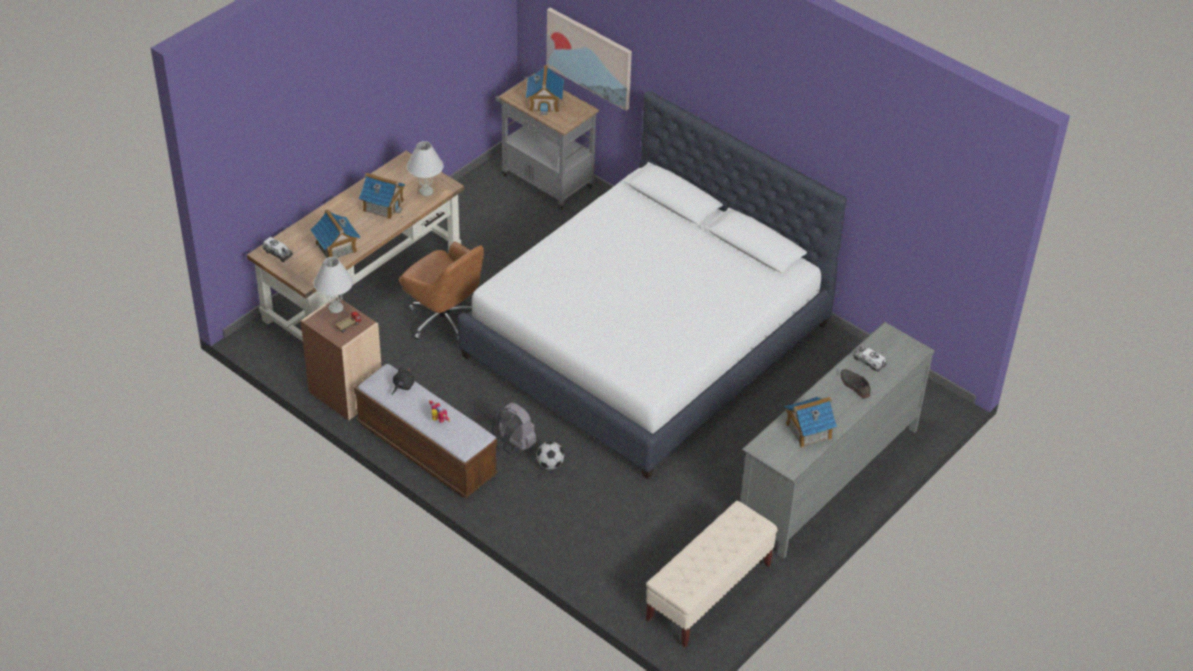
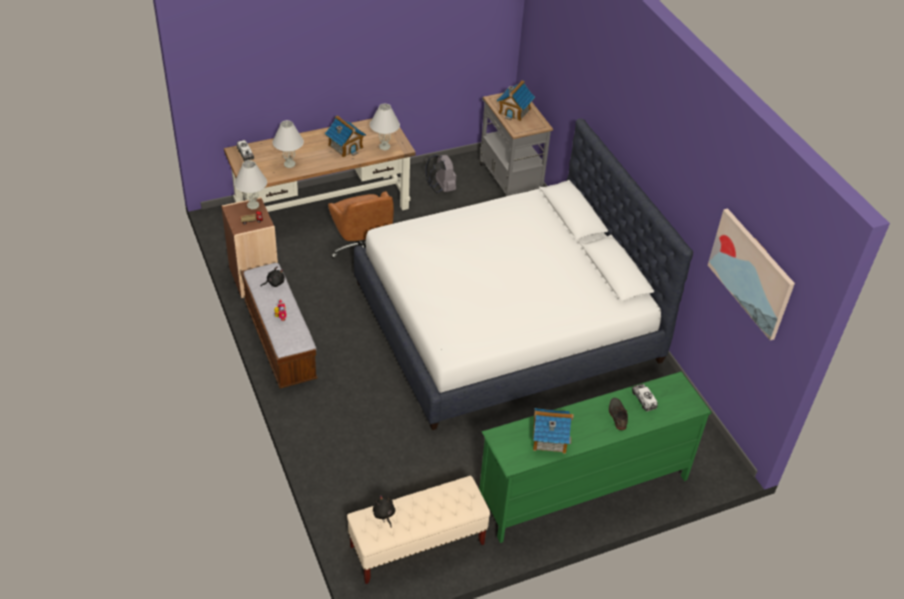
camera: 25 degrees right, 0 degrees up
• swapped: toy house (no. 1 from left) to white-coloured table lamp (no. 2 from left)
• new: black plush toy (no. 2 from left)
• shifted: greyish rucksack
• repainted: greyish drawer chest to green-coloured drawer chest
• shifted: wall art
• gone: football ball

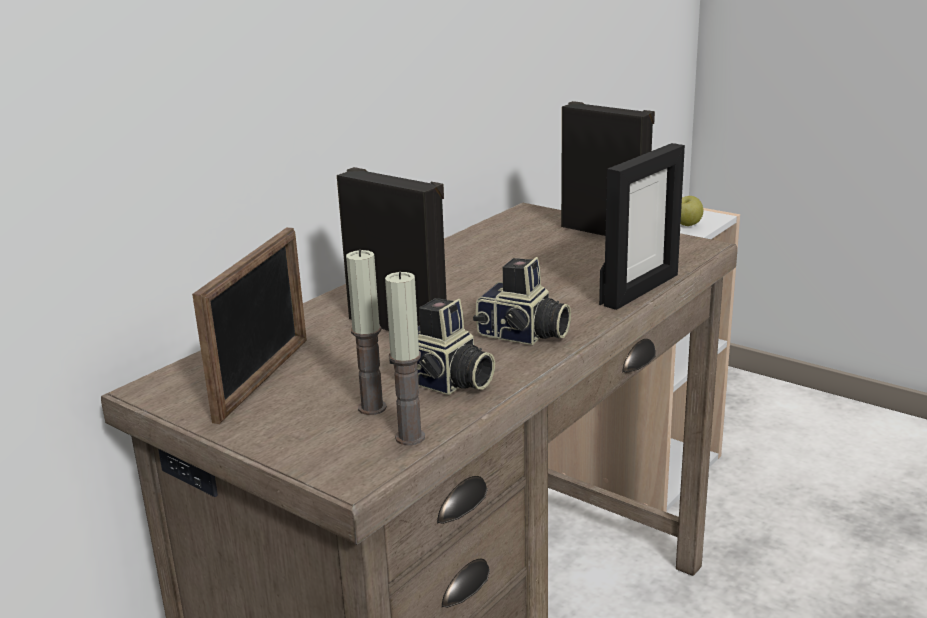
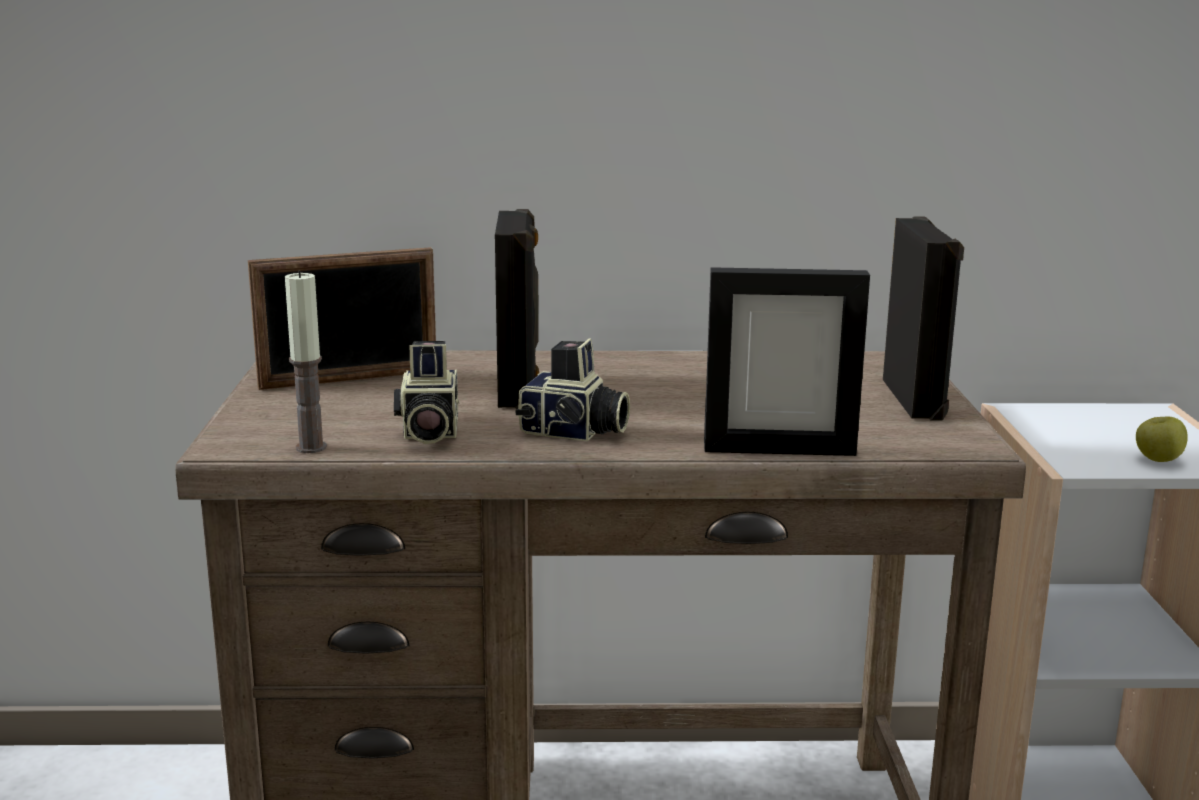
camera: 50 degrees right, 5 degrees down
• rotated: still camera (no. 2 from left) 60 degrees counterclockwise
• gone: wax candle (no. 1 from left)

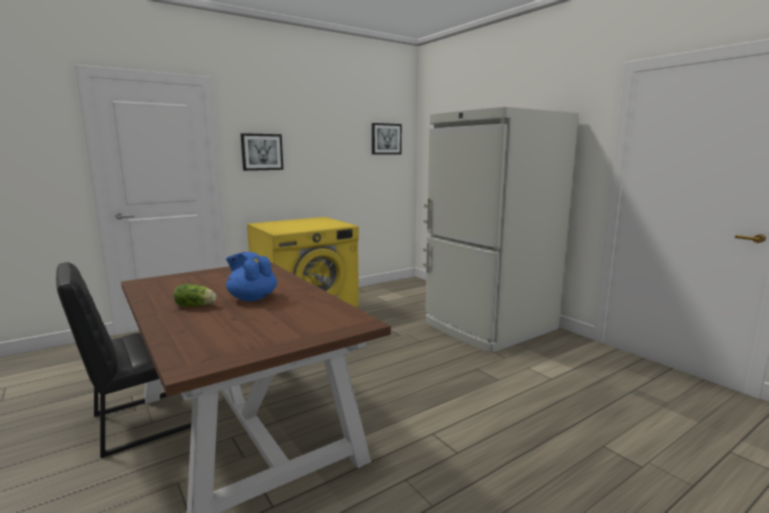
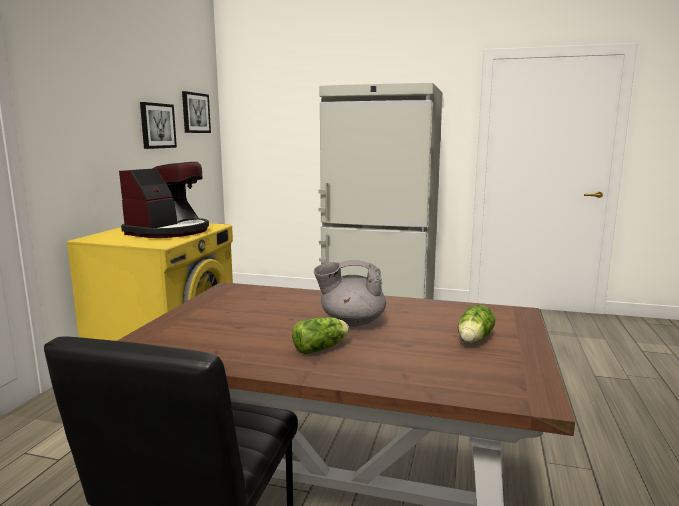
camera: 40 degrees left, 0 degrees up
• new: coffee machine
• shifted: wall art (no. 1 from left)
• repainted: bluish tea pot to greyish tea pot
• new: lettuce head (no. 2 from left)

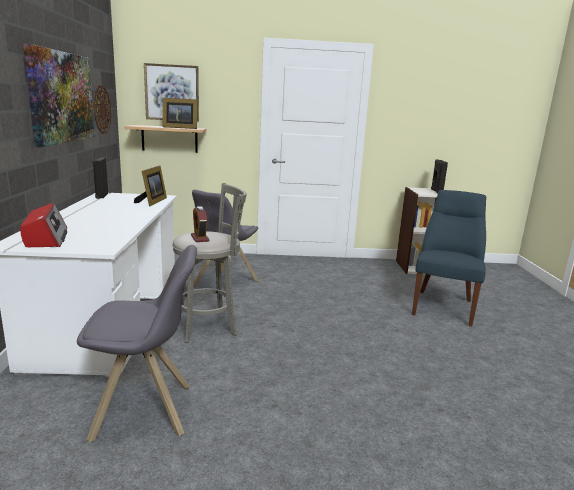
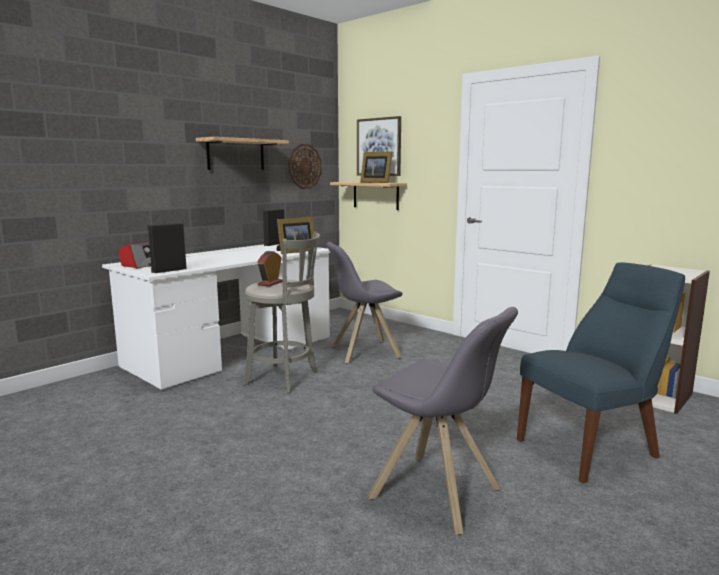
camera: 45 degrees right, 5 degrees down
• shifted: black audio speaker (no. 2 from left in the first image) to black audio speaker (no. 1 from left)
• swapped: wall art (no. 1 from left) to wall shelf (no. 1 from left)
• shifted: greyish chair (no. 1 from left in the first image) to greyish chair (no. 2 from left)

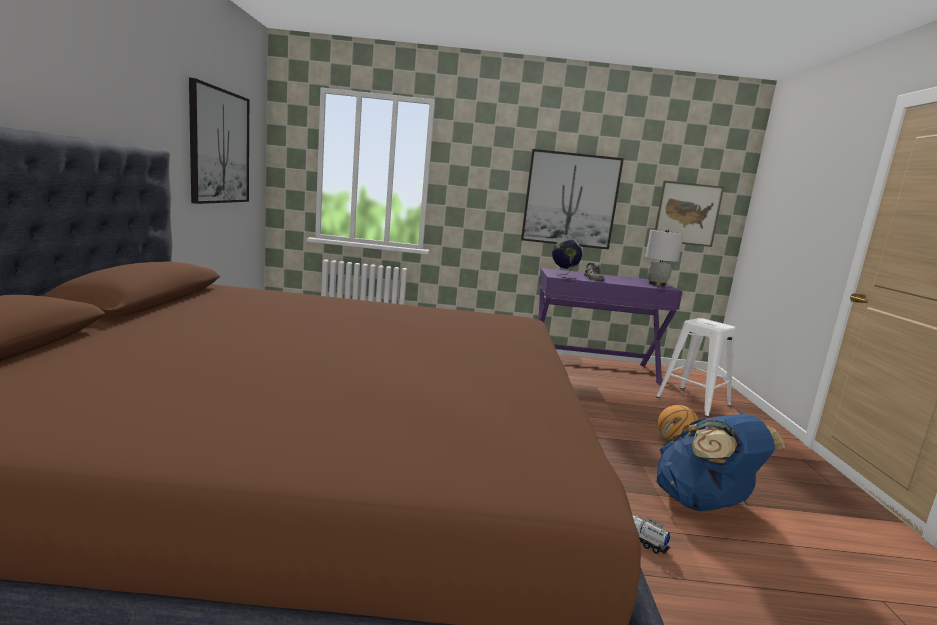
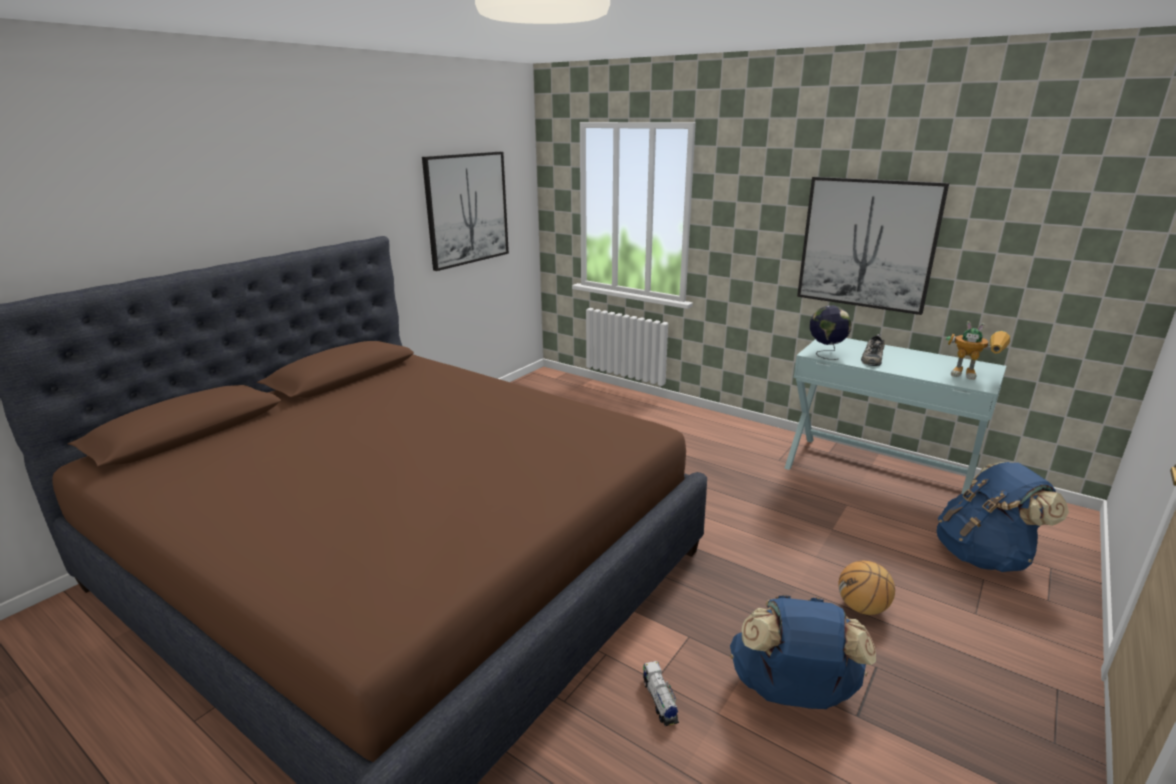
camera: 35 degrees right, 10 degrees up
• repainted: purple-coloured desk unit to blue-green desk unit
• swapped: white-coloured stool seat to bluish rucksack (no. 2 from left)
• swapped: white-coloured table lamp to robot figure
• gone: wall art (no. 3 from left)

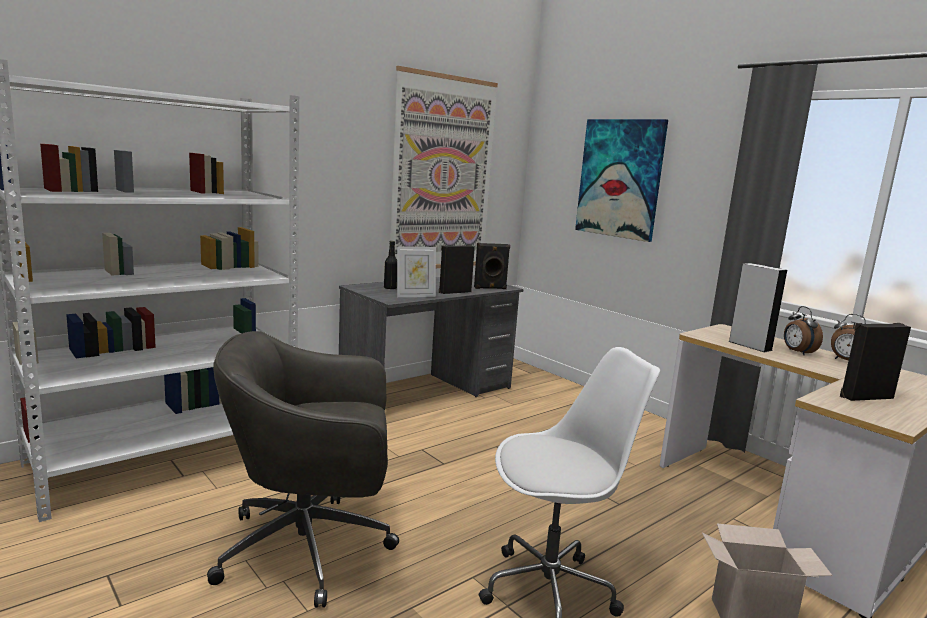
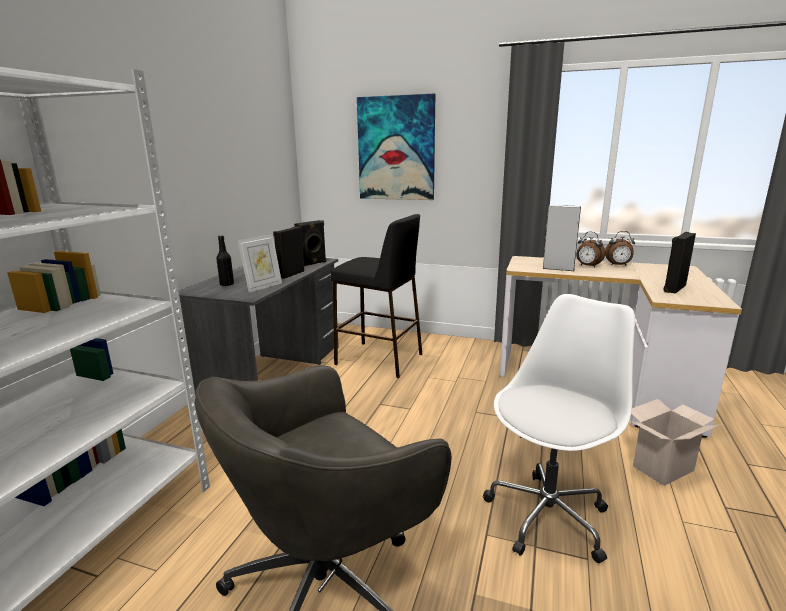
camera: 30 degrees left, 5 degrees up
• new: black stool seat
• gone: wall art (no. 1 from left)

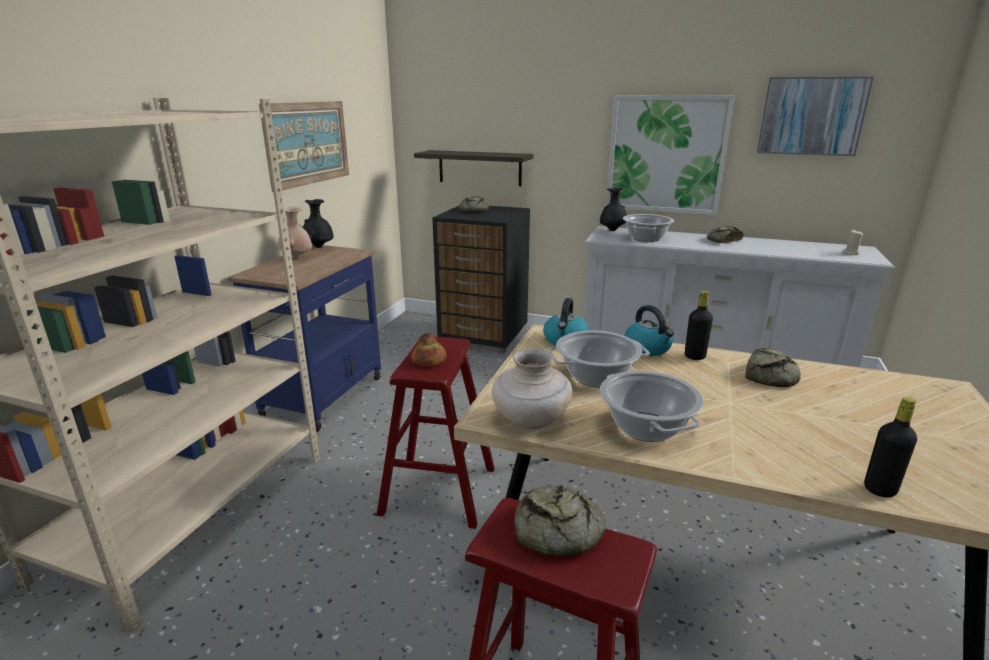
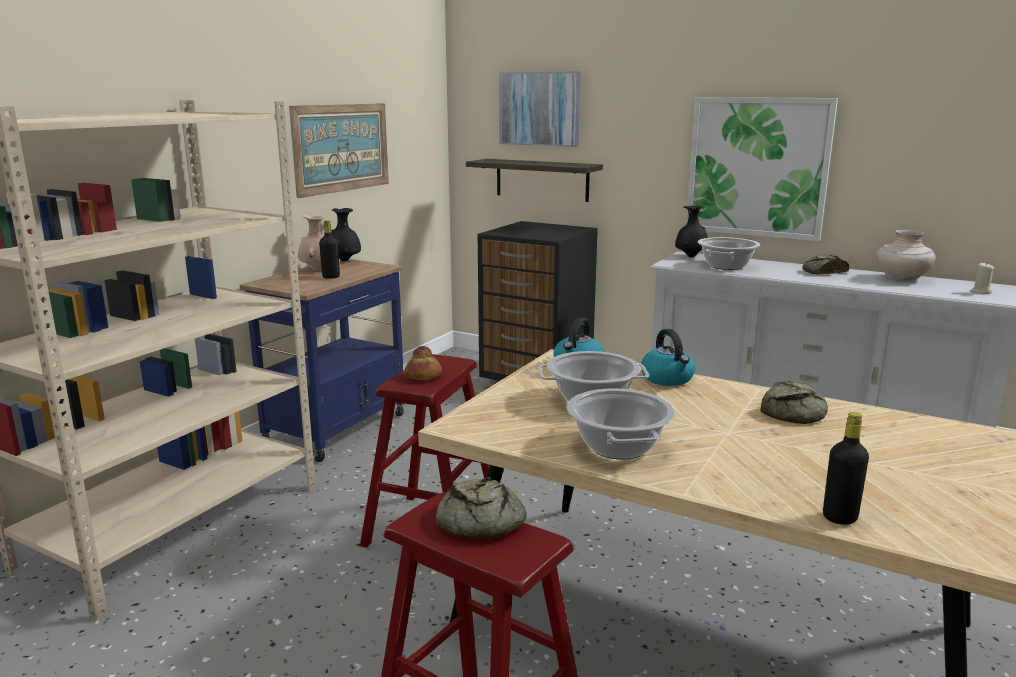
camera: 10 degrees right, 5 degrees down
• shifted: black drink bottle (no. 1 from left)
• shifted: wall art (no. 3 from left in the first image) to wall art (no. 2 from left)
• shifted: beige-coloured decorative vase (no. 2 from left)
• gone: bread (no. 2 from left)

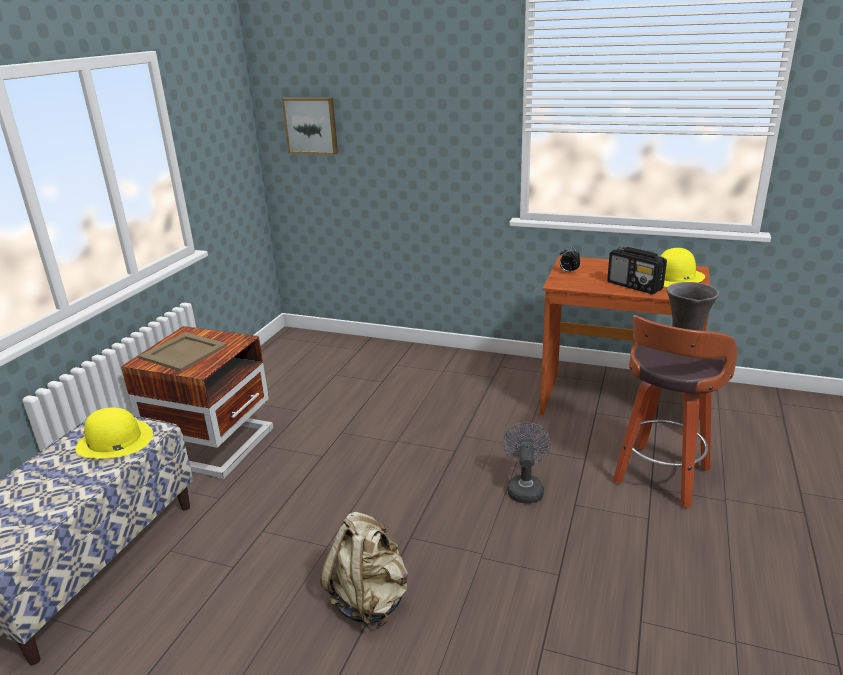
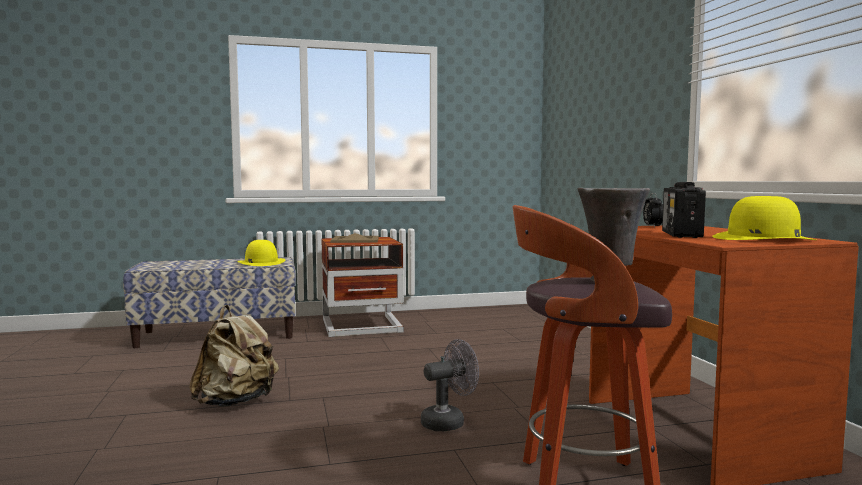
camera: 55 degrees right, 20 degrees down
• gone: wall art

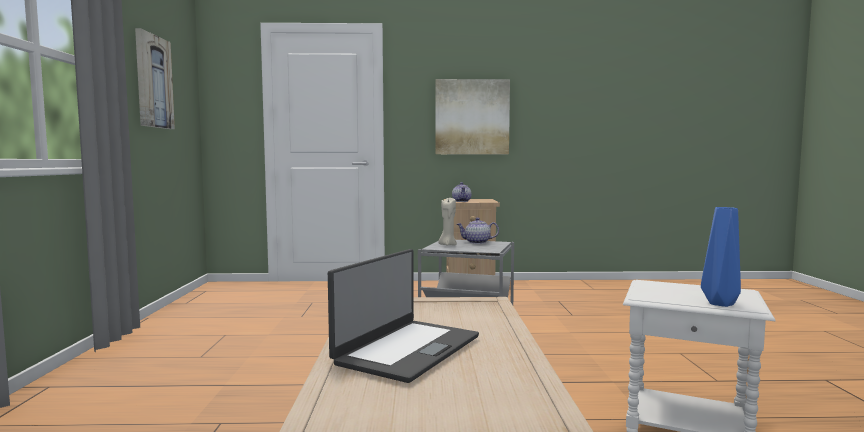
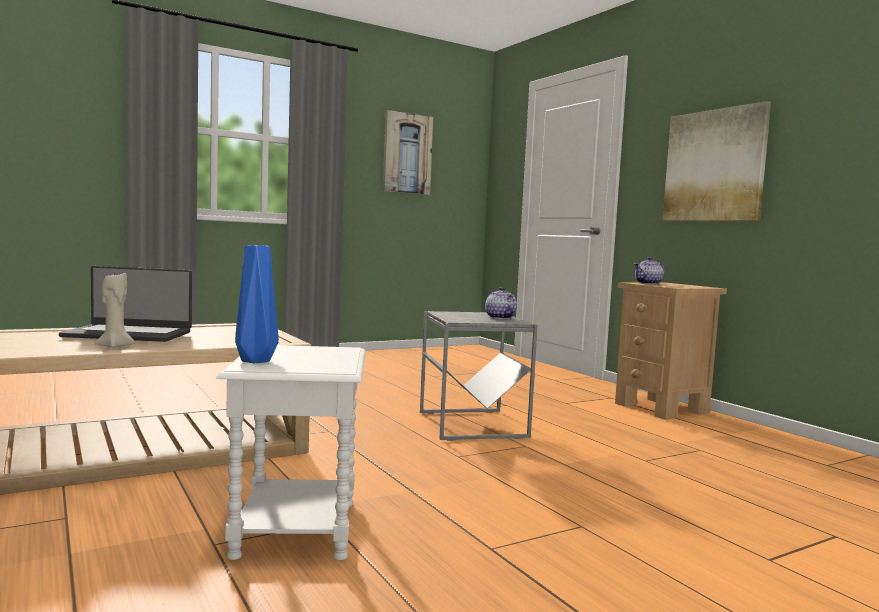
camera: 60 degrees right, 0 degrees up
• shifted: beige-coloured wax candle

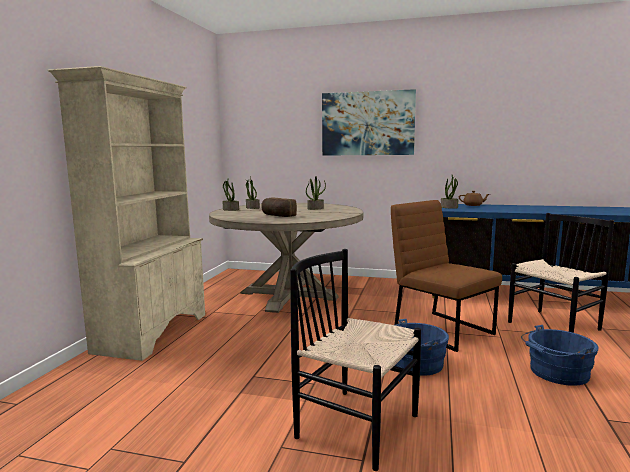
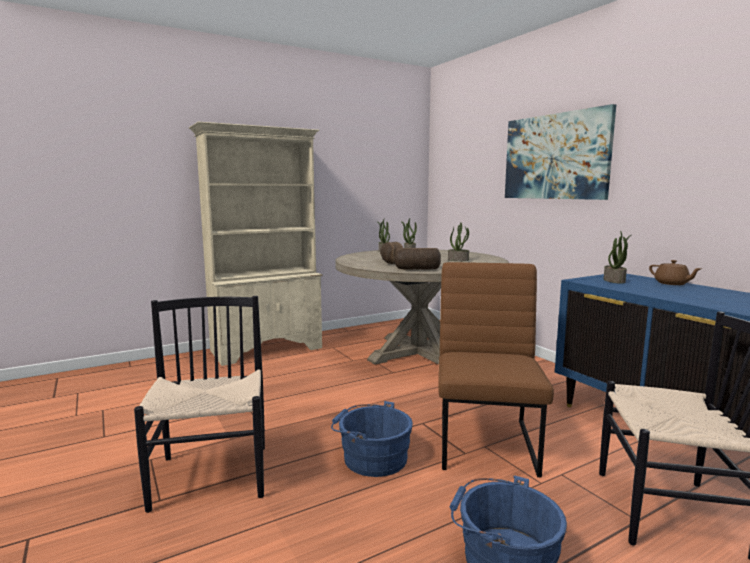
camera: 45 degrees right, 0 degrees up
• new: bread (no. 2 from left)

